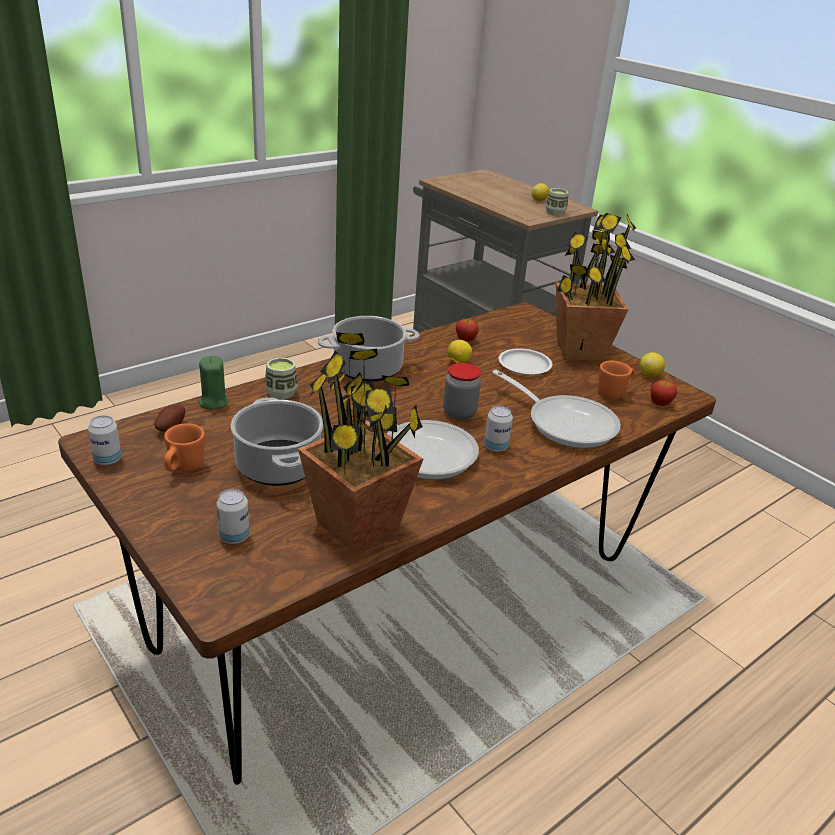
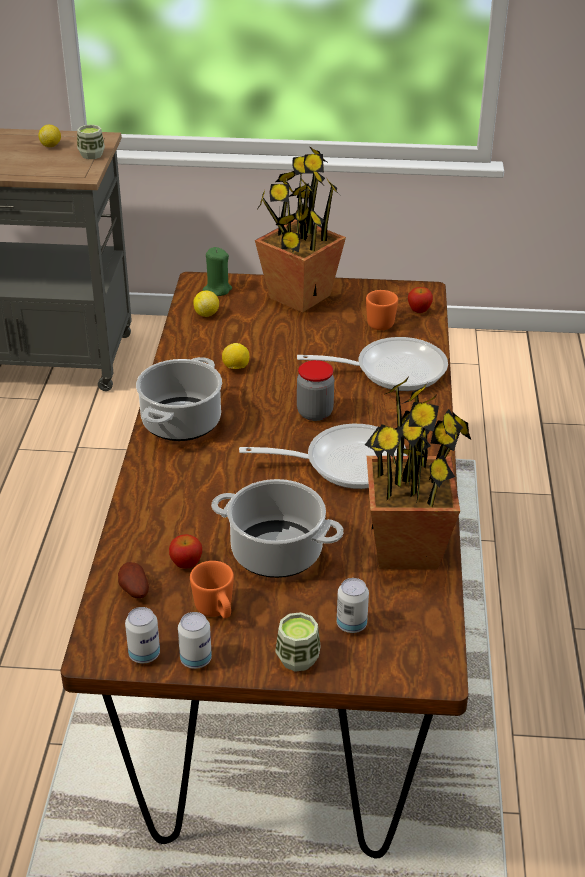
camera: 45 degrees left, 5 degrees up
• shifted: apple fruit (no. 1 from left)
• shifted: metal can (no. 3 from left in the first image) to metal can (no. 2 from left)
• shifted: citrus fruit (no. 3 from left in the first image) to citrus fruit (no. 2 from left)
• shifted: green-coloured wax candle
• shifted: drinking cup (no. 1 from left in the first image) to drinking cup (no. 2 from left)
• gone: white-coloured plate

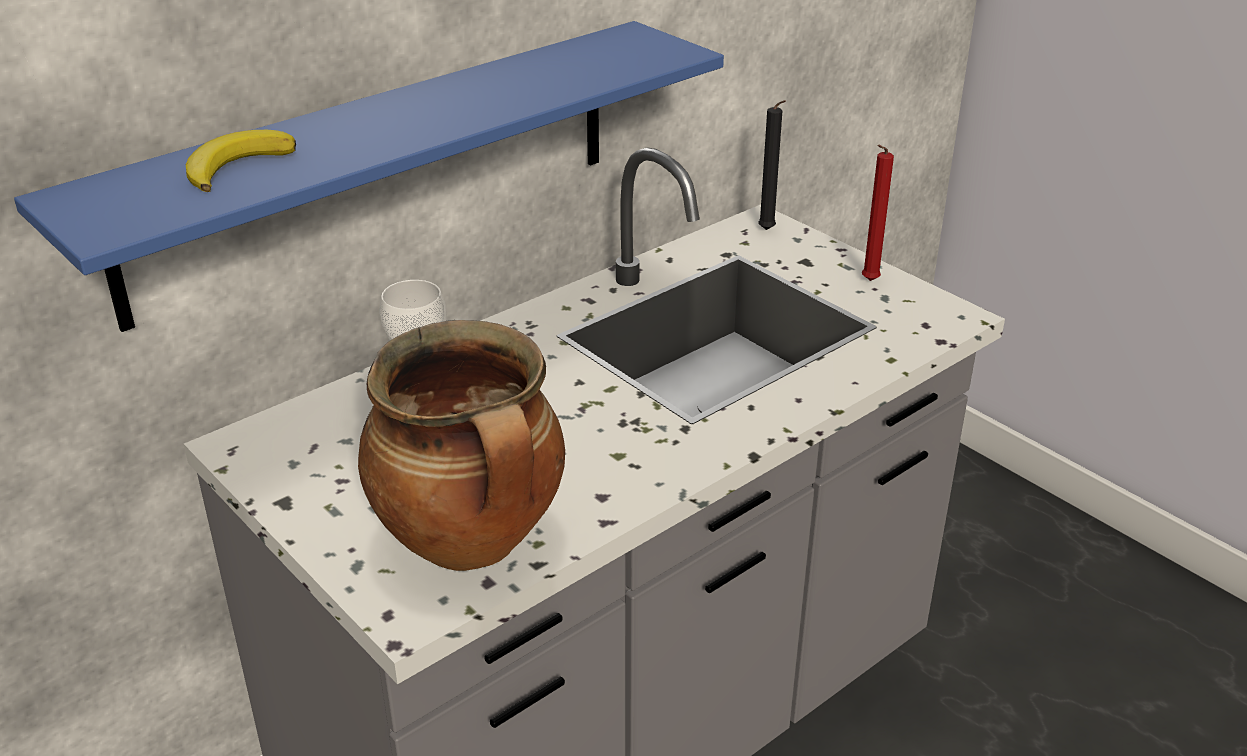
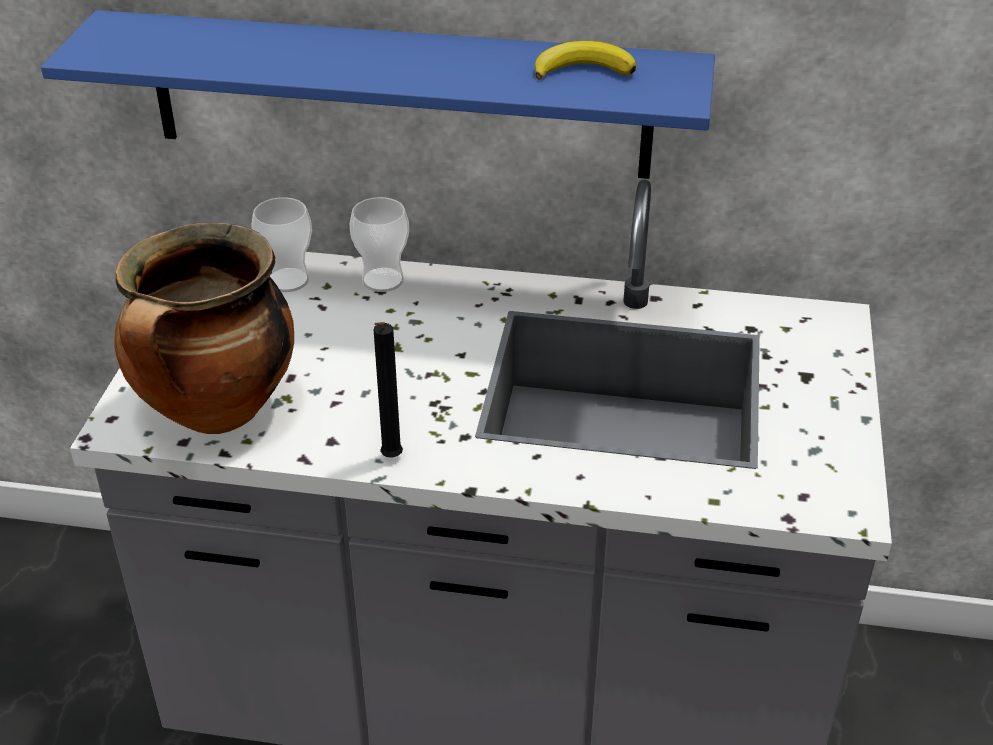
camera: 50 degrees right, 5 degrees up
• new: drinking cup (no. 1 from left)
• shifted: black wax candle
• shifted: banana
• gone: reddish wax candle

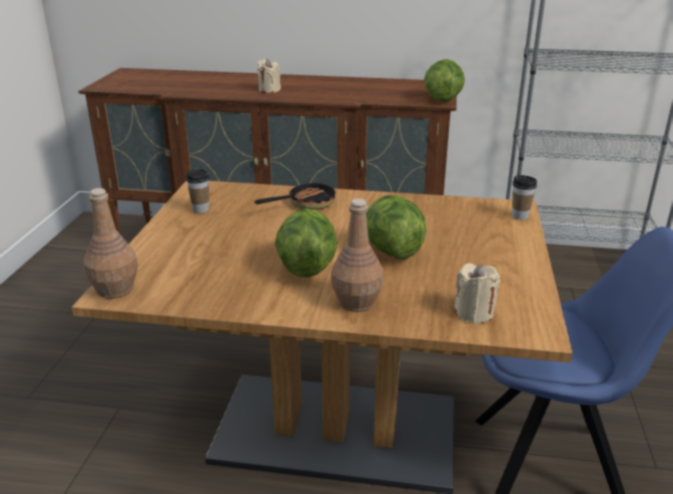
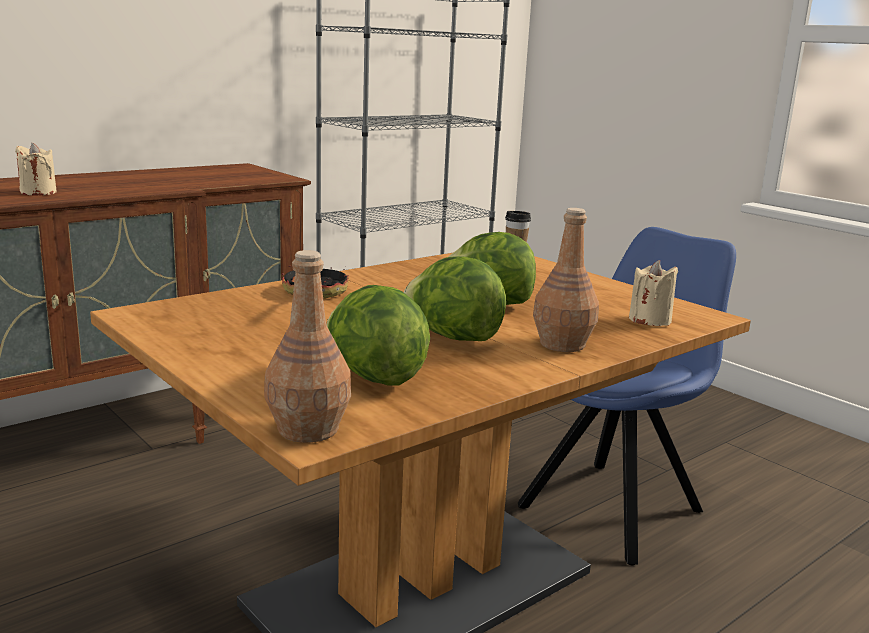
camera: 50 degrees left, 10 degrees down
• shifted: lettuce head (no. 3 from left in the first image) to lettuce head (no. 1 from left)
• gone: drinking cup (no. 1 from left)

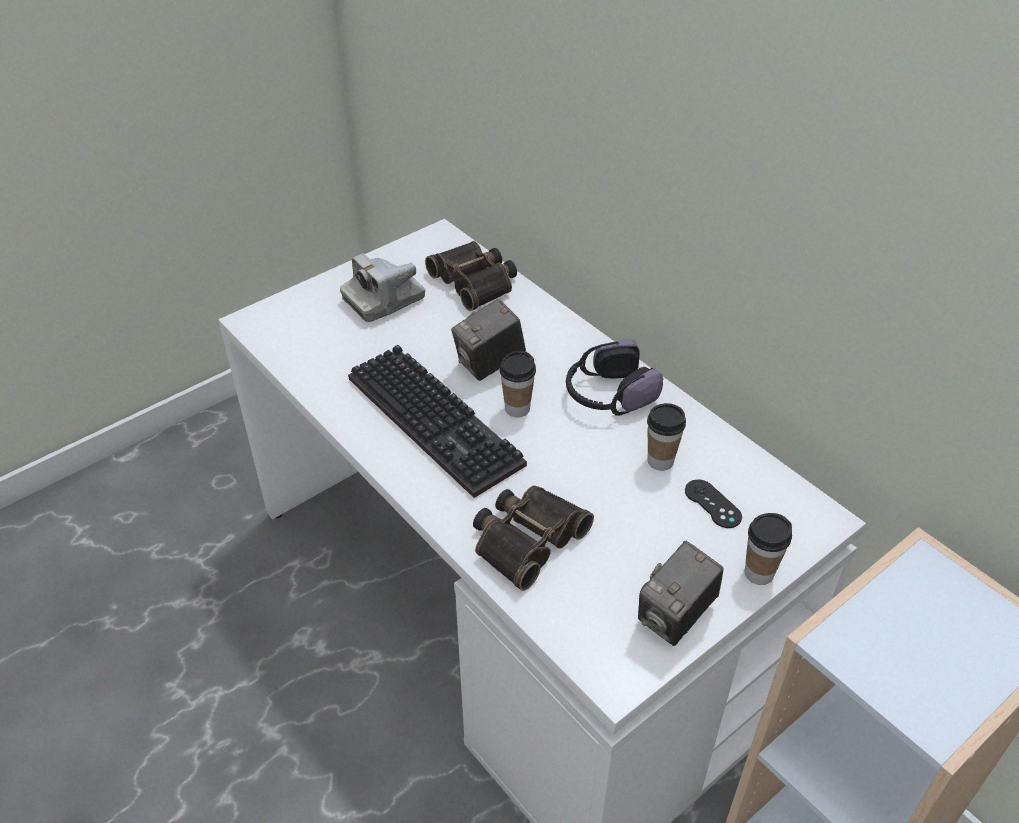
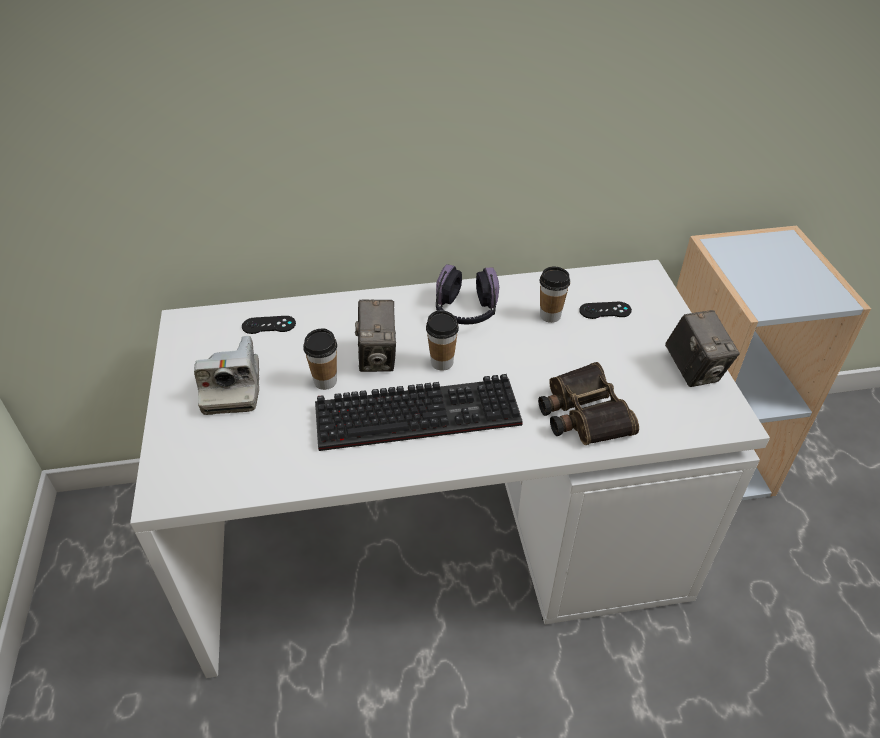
camera: 60 degrees left, 0 degrees up
• swapped: binoculars (no. 1 from left) to black joypad (no. 1 from left)
• shifted: drinking cup (no. 3 from left in the first image) to drinking cup (no. 1 from left)

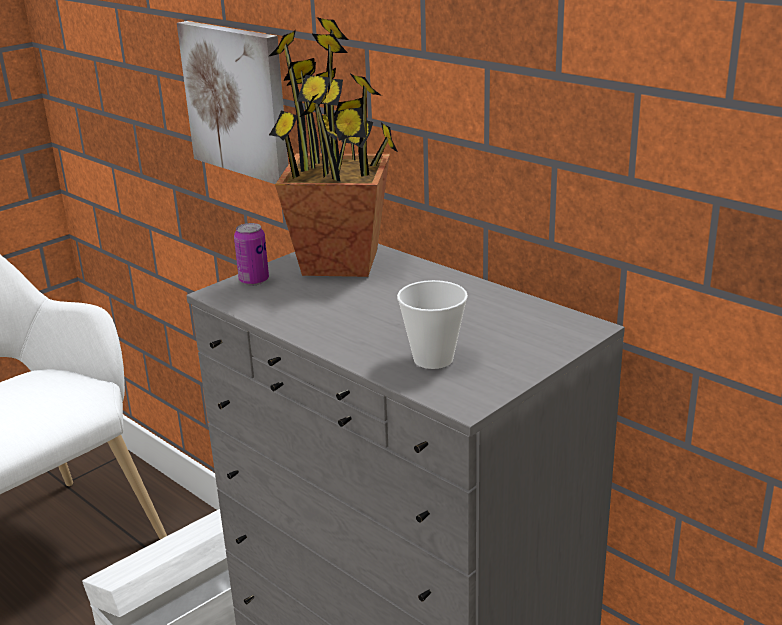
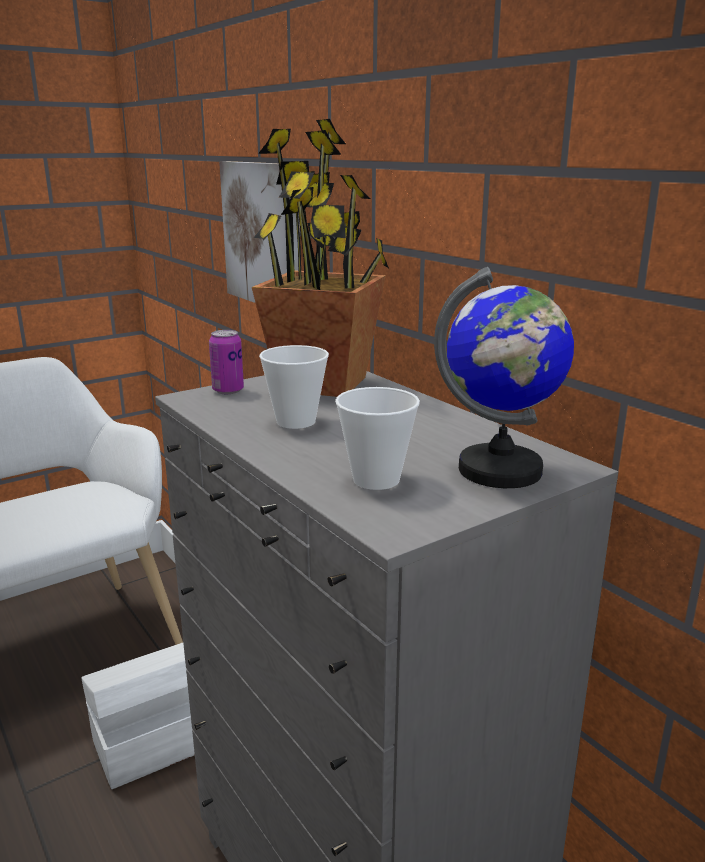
camera: 10 degrees right, 5 degrees down
• new: drinking cup (no. 1 from left)
• new: world globe

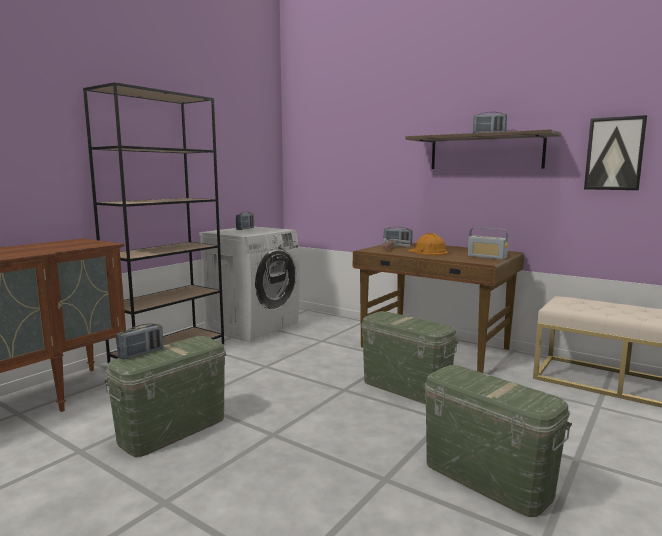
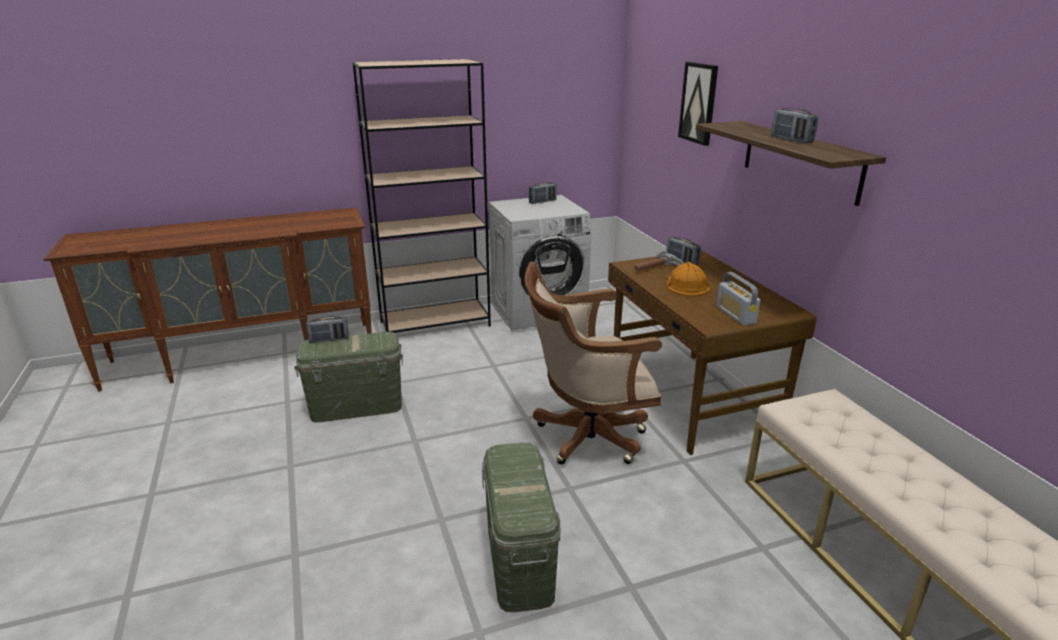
camera: 35 degrees right, 15 degrees up
• swapped: green-coloured storage container (no. 2 from left) to computer chair
• shifted: wall art

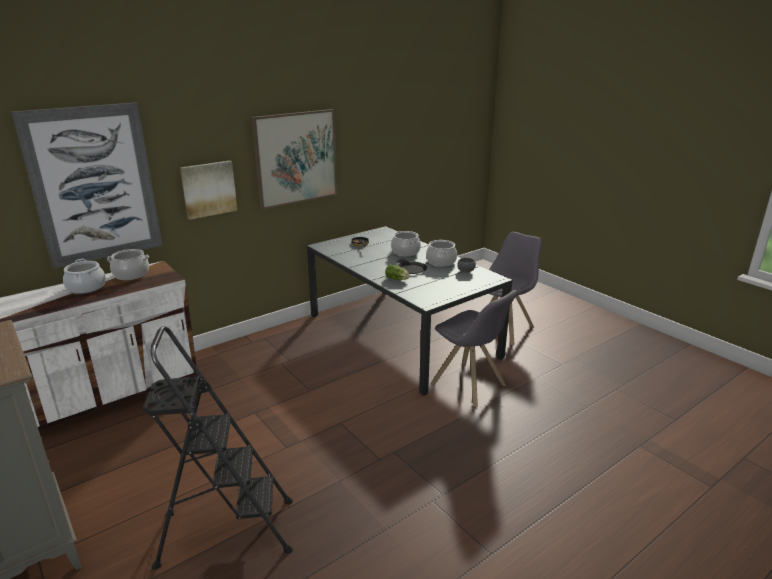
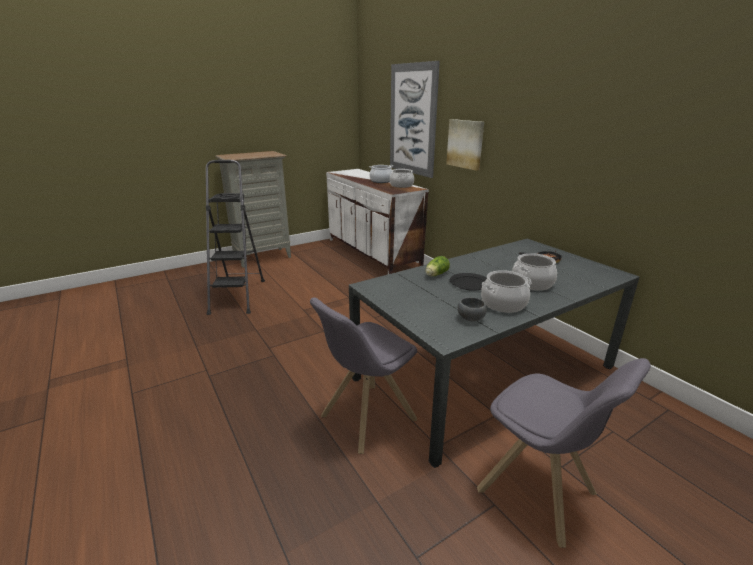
camera: 95 degrees right, 0 degrees up
• gone: wall art (no. 3 from left)

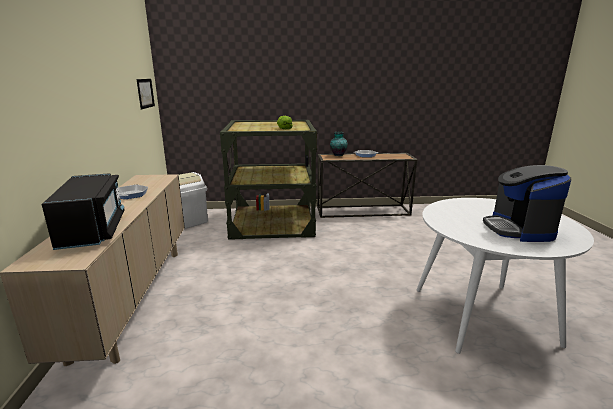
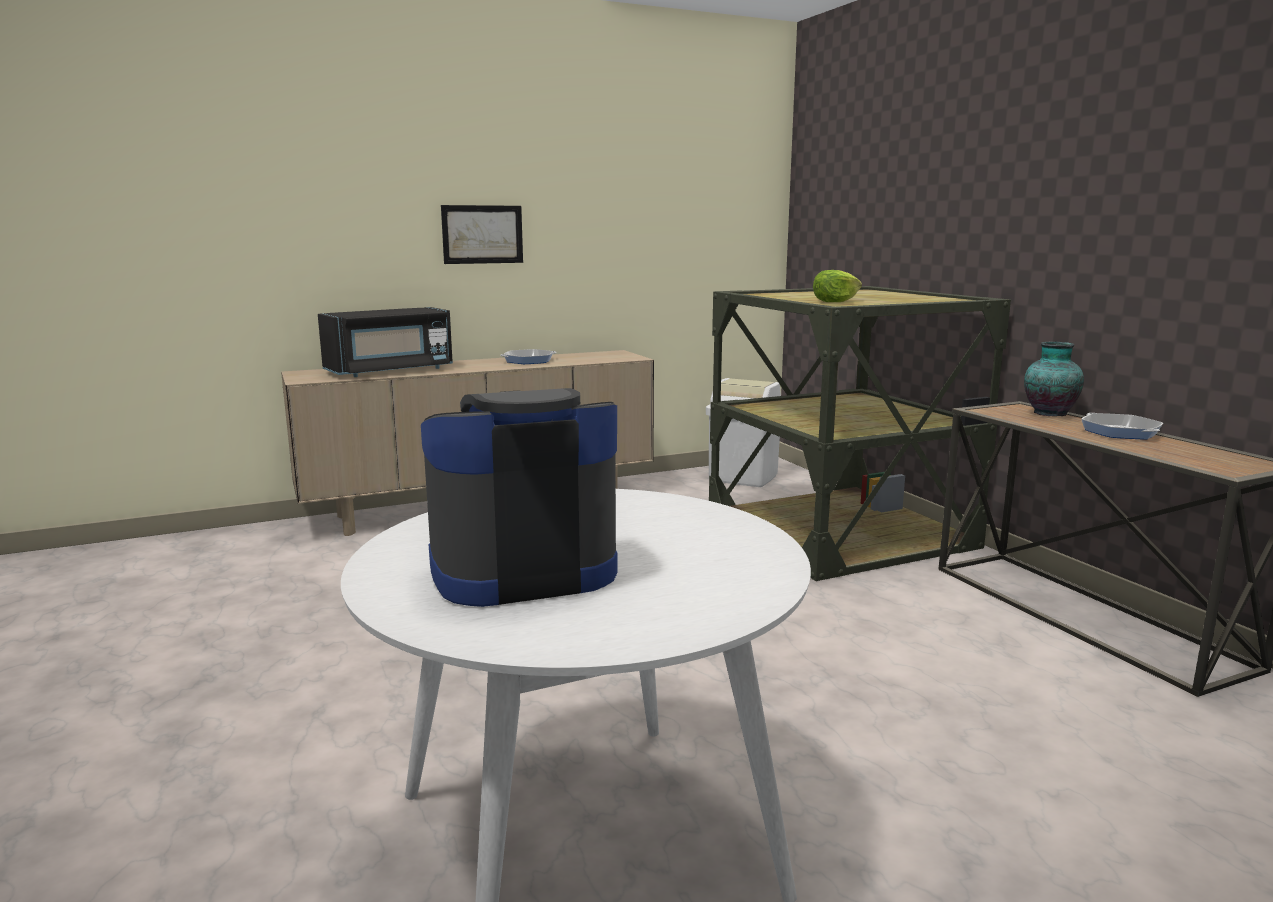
camera: 70 degrees right, 5 degrees down
• shifted: wall art

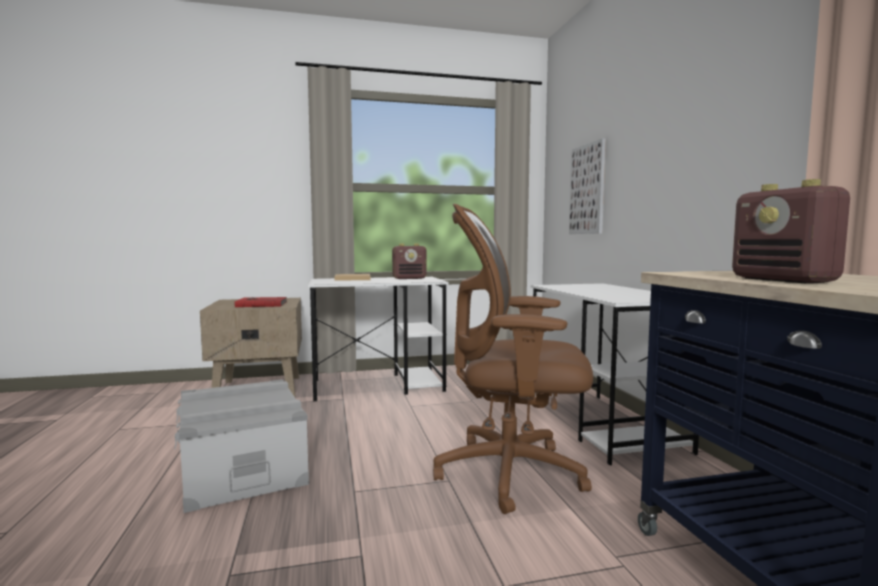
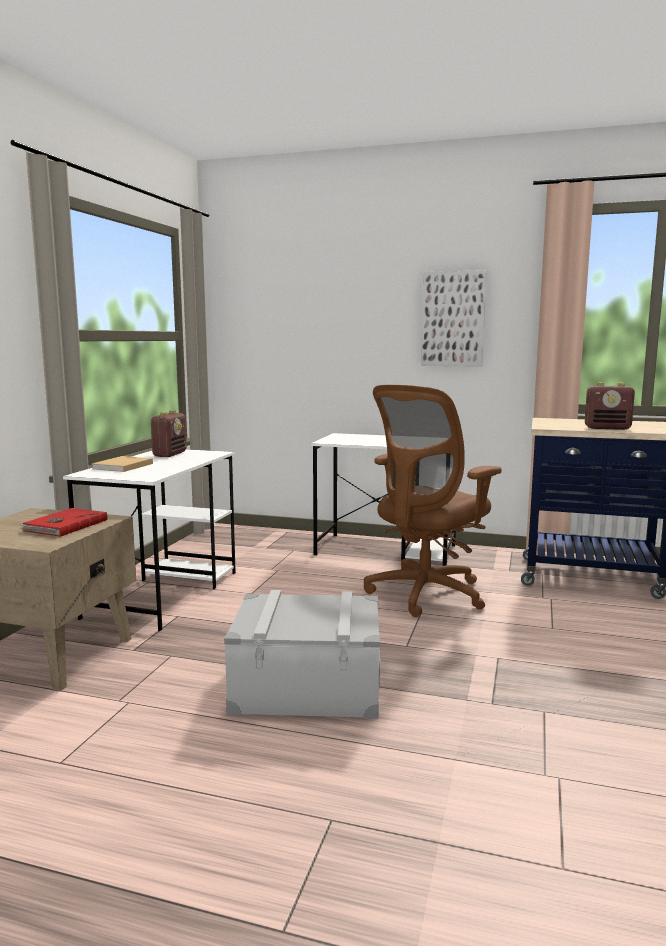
camera: 60 degrees left, 5 degrees up
• shifted: wall art

